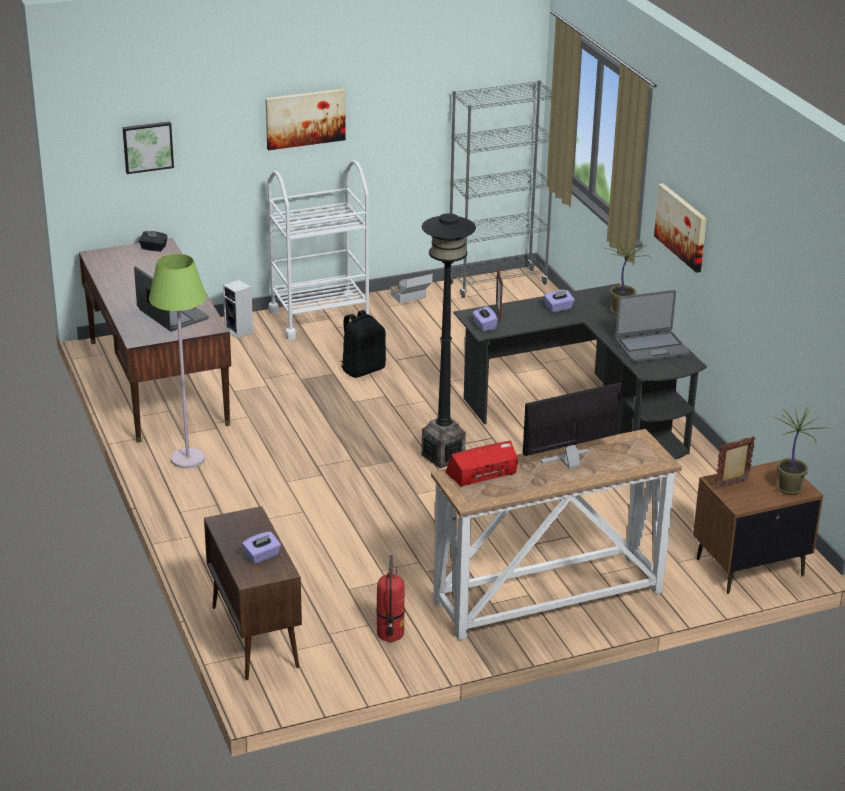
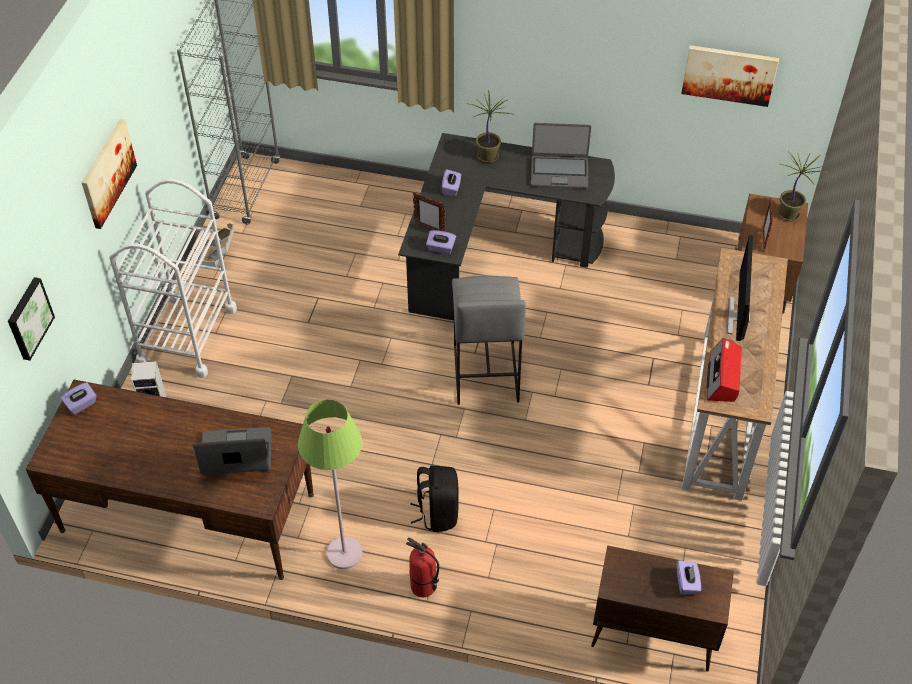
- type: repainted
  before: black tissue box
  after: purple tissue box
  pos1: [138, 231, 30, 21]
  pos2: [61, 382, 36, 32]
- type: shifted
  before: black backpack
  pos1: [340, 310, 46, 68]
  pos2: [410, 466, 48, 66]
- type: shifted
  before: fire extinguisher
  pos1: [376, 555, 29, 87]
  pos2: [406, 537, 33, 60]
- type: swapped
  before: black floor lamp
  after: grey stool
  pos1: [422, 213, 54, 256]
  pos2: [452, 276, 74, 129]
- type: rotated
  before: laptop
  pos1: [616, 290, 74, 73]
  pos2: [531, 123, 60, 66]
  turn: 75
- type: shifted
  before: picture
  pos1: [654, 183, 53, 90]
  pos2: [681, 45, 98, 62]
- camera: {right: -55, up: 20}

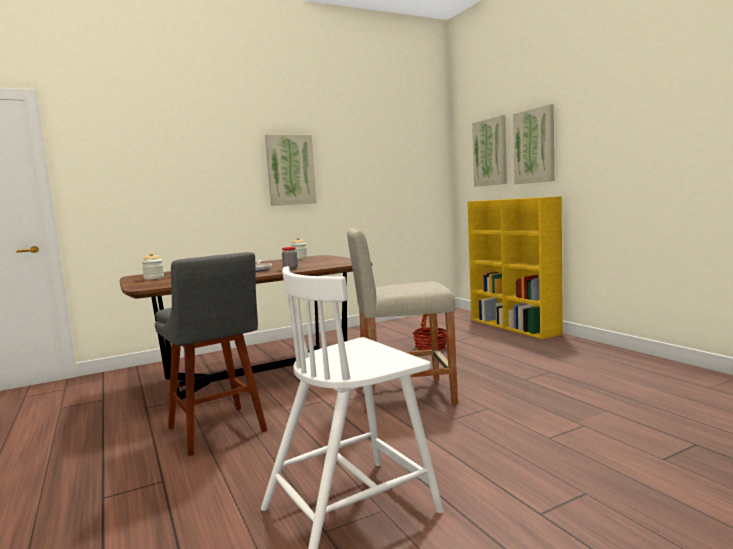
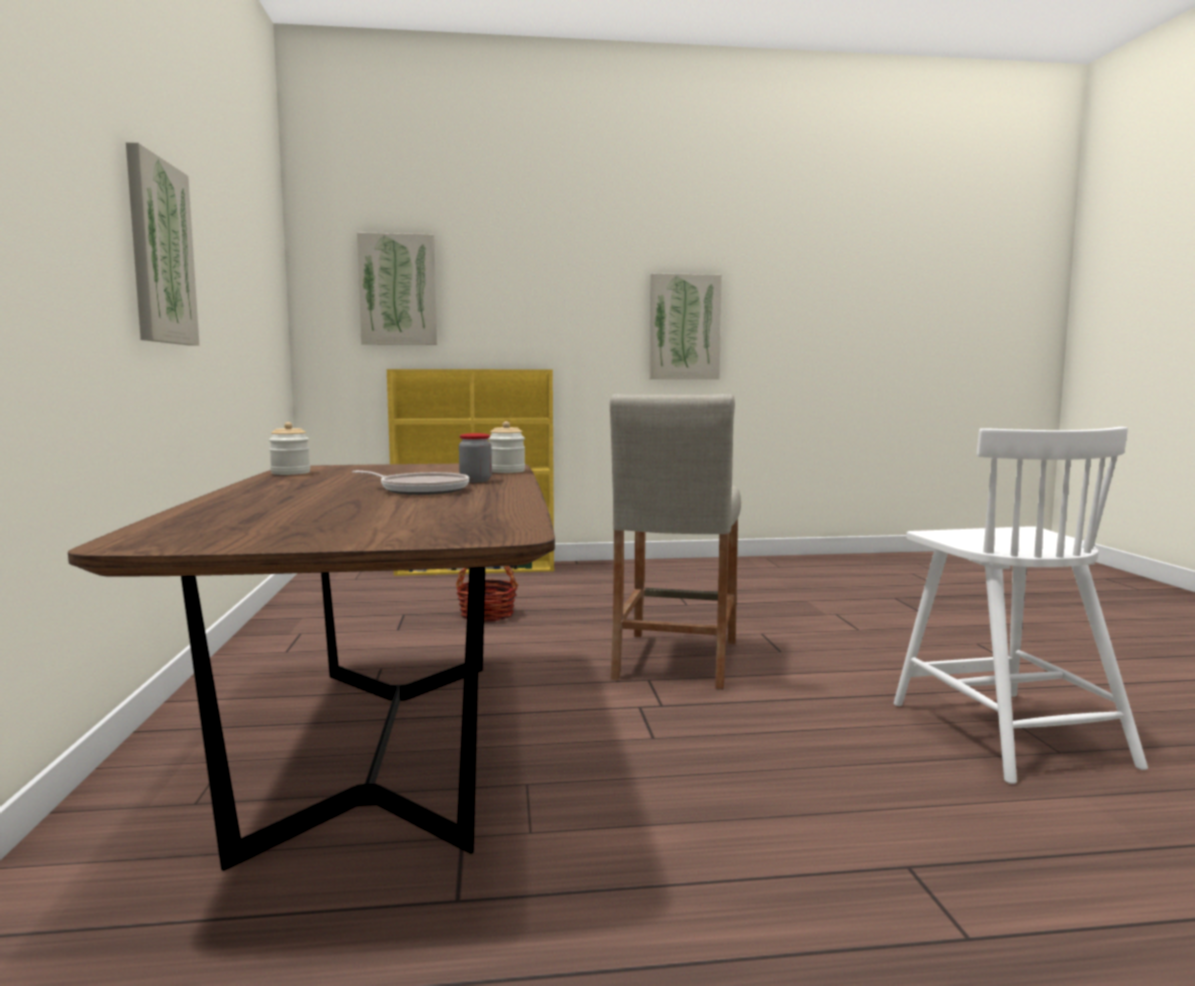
- type: shifted
  before: jar
  pos1: [142, 253, 22, 27]
  pos2: [488, 421, 37, 52]
- type: gone
  before: grey stool
  pos1: [155, 252, 113, 204]
- type: shifted
  before: picture
  pos1: [513, 104, 41, 80]
  pos2: [649, 273, 73, 106]
- camera: {right: -70, up: 0}

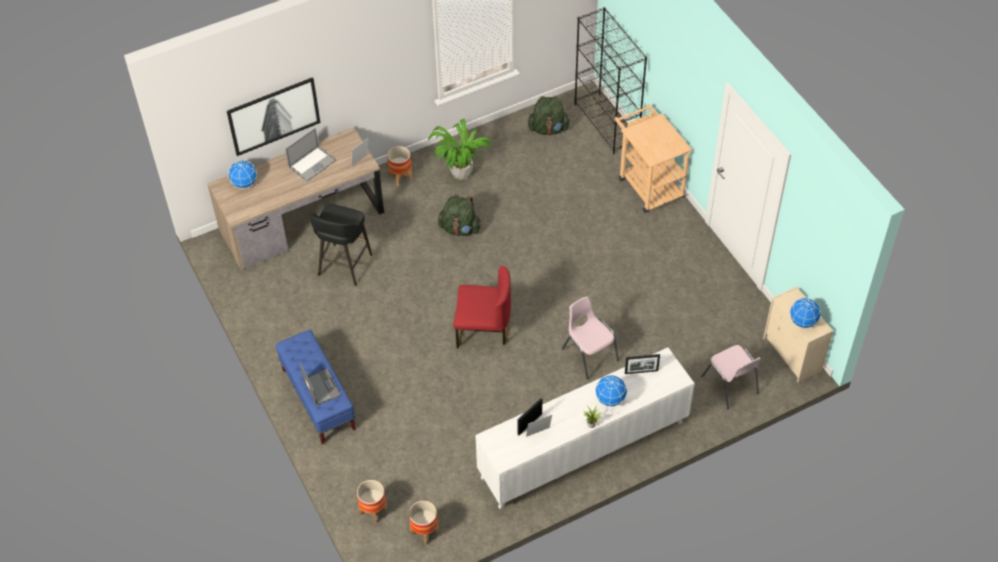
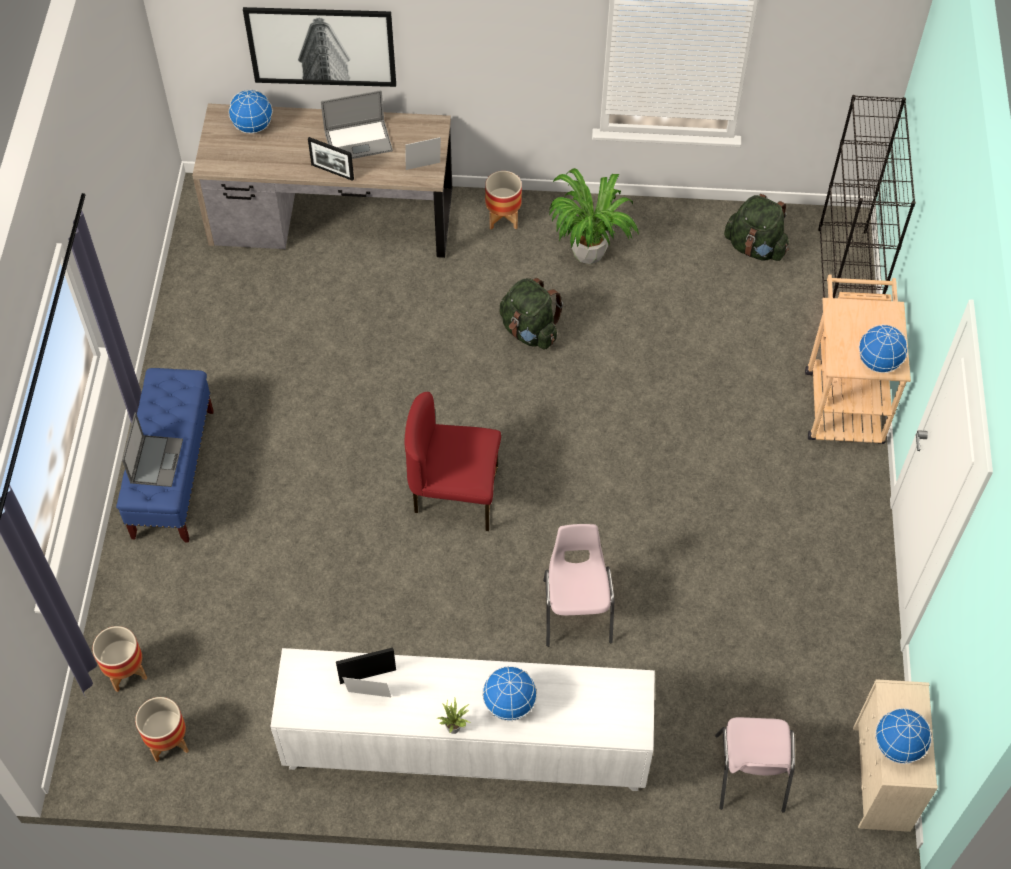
- type: gone
  before: black stool
  pos1: [310, 204, 62, 82]
- type: rotated
  before: red chair
  pos1: [453, 266, 58, 83]
  pos2: [405, 392, 96, 139]
  turn: 150
- type: shifted
  before: picture frame
  pos1: [625, 354, 35, 20]
  pos2: [308, 137, 46, 44]
- type: new
  after: globe
  pos2: [859, 325, 49, 48]
- camera: {right: 30, up: 5}

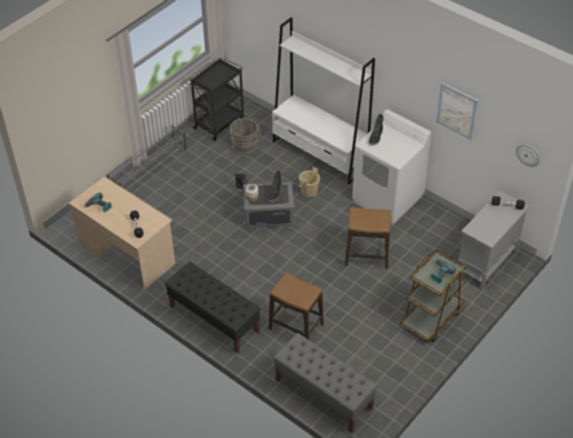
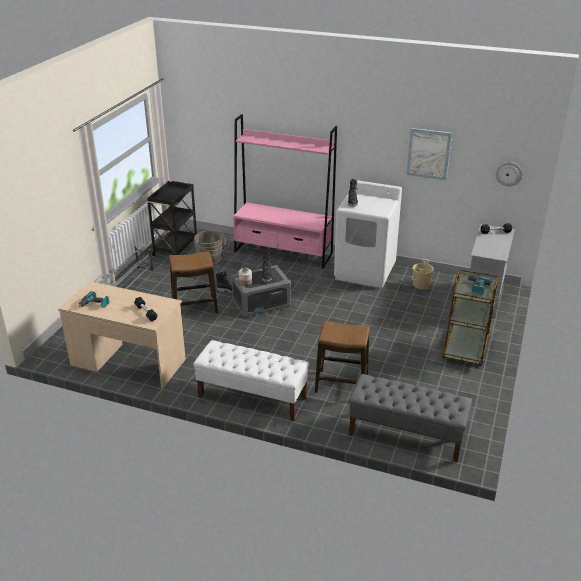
- type: repainted
  before: black bench
  after: white bench
  pos1: [165, 262, 96, 92]
  pos2: [193, 340, 116, 81]
- type: repainted
  before: white bookcase
  after: pink bookcase
  pos1: [272, 17, 103, 168]
  pos2: [233, 114, 104, 155]
- type: shifted
  before: beige bucket
  pos1: [299, 167, 21, 30]
  pos2: [412, 259, 22, 30]
- type: shifted
  before: stool
  pos1: [345, 207, 46, 62]
  pos2: [169, 251, 49, 63]
- camera: {right: -20, up: -15}

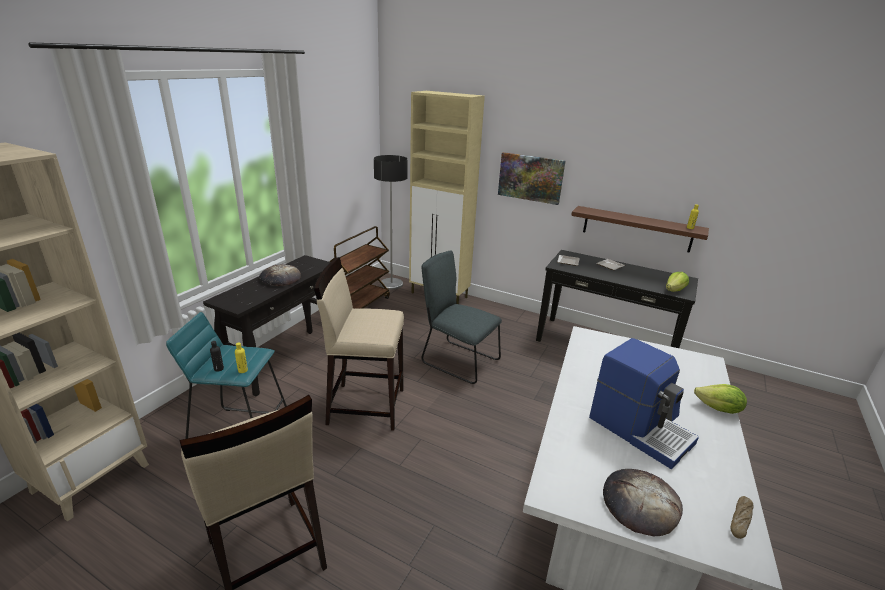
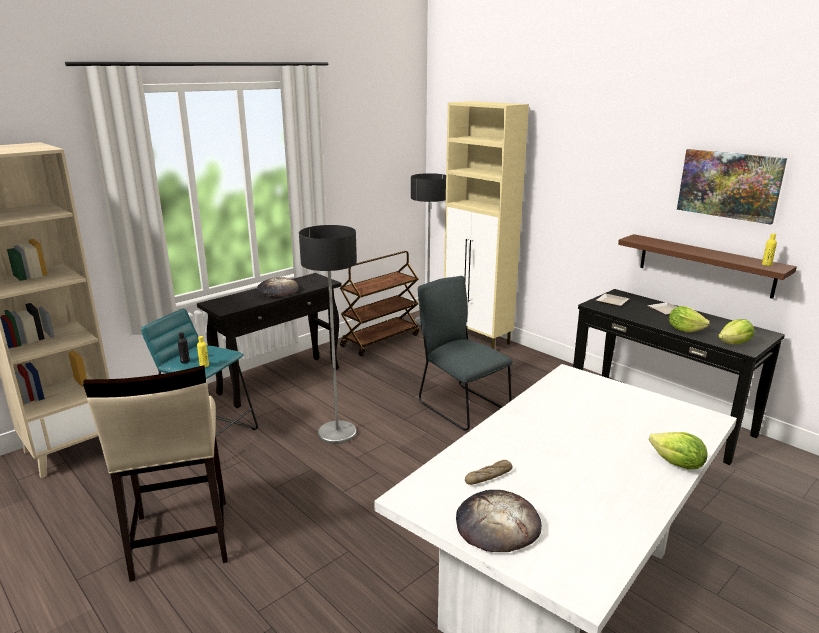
- type: swapped
  before: beige stool
  after: floor lamp
  pos1: [314, 257, 90, 174]
  pos2: [299, 225, 58, 219]
- type: shifted
  before: picture
  pos1: [498, 152, 68, 53]
  pos2: [677, 149, 110, 76]
- type: gone
  before: coffee machine
  pos1: [589, 338, 110, 131]
- type: shifted
  before: bread
  pos1: [730, 496, 24, 43]
  pos2: [465, 460, 48, 25]
- type: new
  after: lettuce
  pos2: [669, 306, 41, 26]
- camera: {right: 20, up: -5}

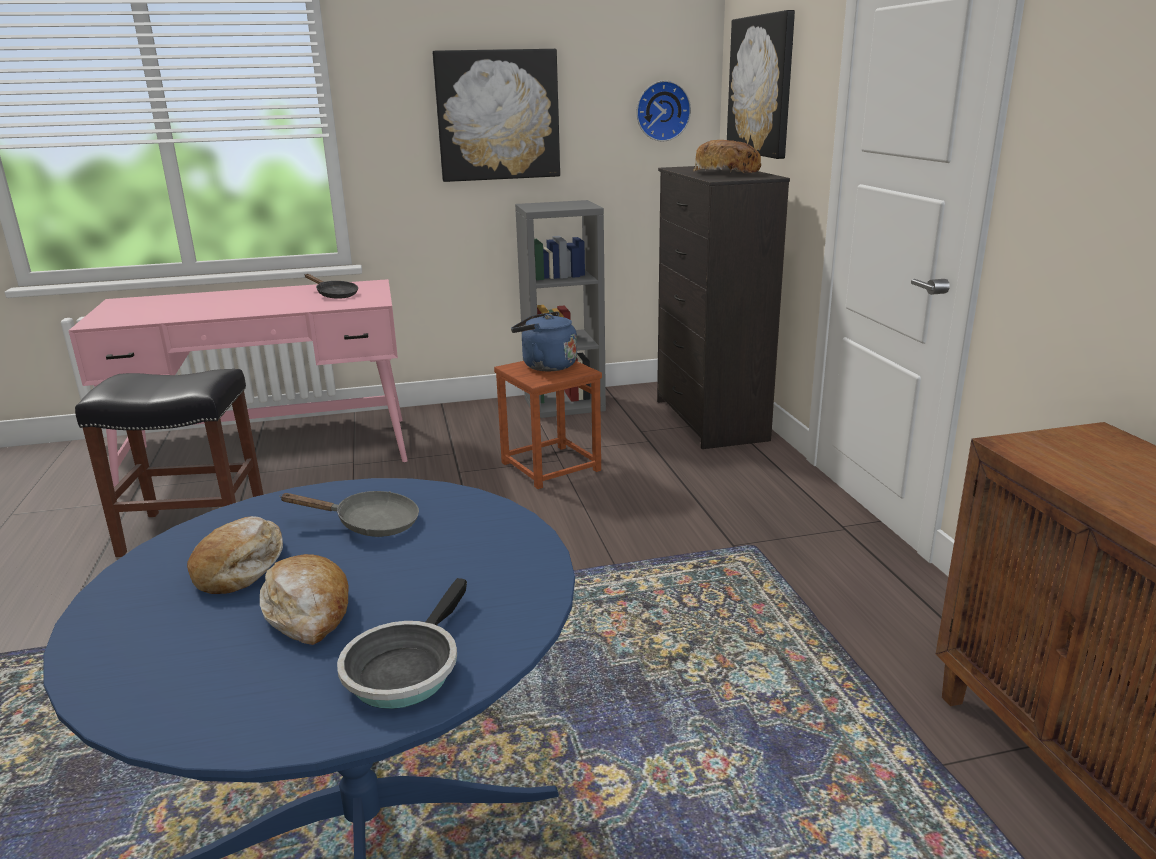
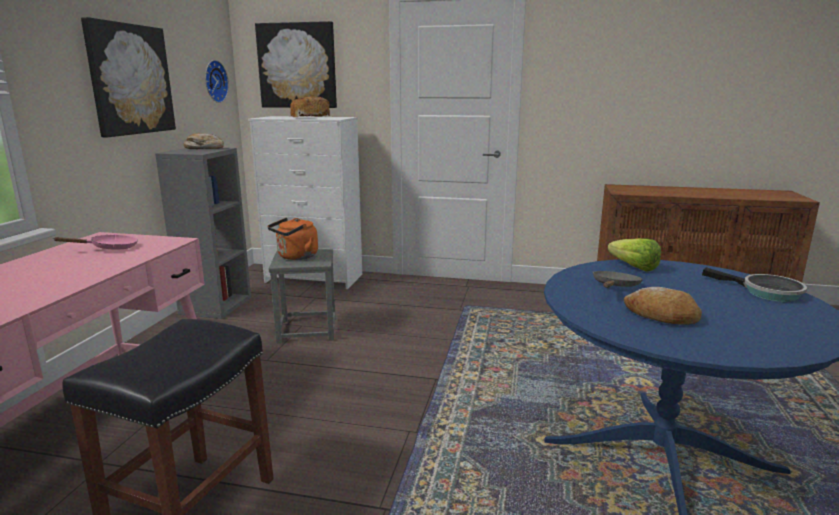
- type: shifted
  before: bread
  pos1: [260, 554, 89, 91]
  pos2: [184, 133, 40, 16]
- type: repainted
  before: black frying pan
  after: pink frying pan
  pos1: [305, 274, 53, 25]
  pos2: [54, 235, 84, 14]
- type: repainted
  before: brown stool
  after: grey stool
  pos1: [494, 361, 108, 128]
  pos2: [269, 249, 67, 94]
- type: repainted
  before: blue kettle
  after: orange kettle
  pos1: [511, 311, 66, 60]
  pos2: [268, 218, 50, 42]
- type: repainted
  before: black dresser
  after: white dresser
  pos1: [657, 166, 133, 283]
  pos2: [248, 116, 114, 173]
- type: new
  after: lettuce
  pos2: [608, 238, 53, 34]
- camera: {right: -65, up: -5}

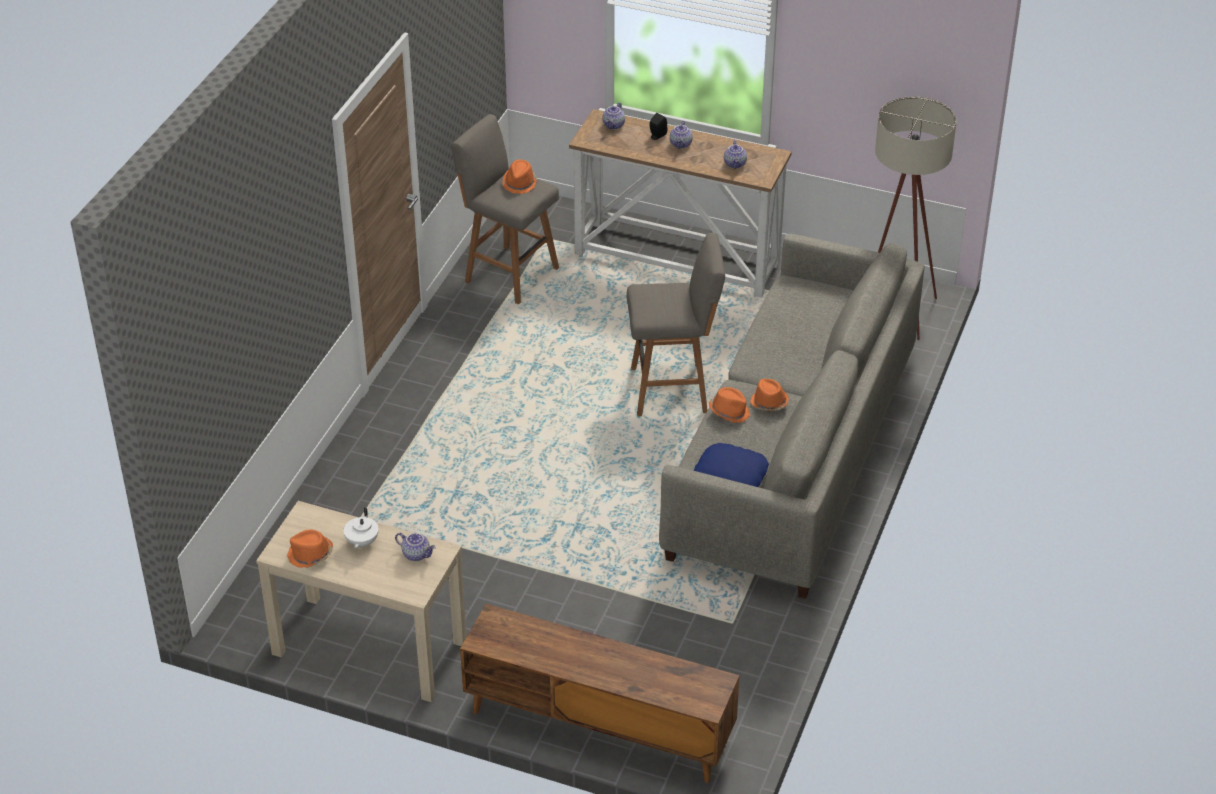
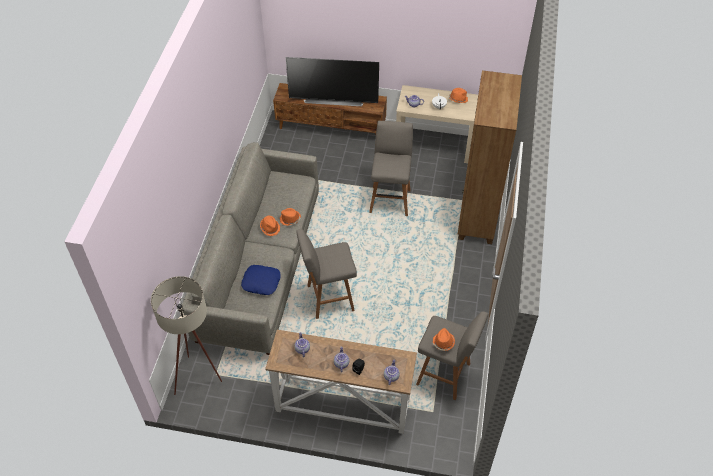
- type: shifted
  before: blue pillow
  pos1: [694, 443, 75, 44]
  pos2: [241, 265, 40, 30]
- type: new
  after: television
  pos2: [286, 57, 93, 49]
- type: new
  after: grey stool
  pos2: [369, 121, 44, 95]
- type: new
  after: brown bookcase
  pos2: [458, 70, 64, 174]
- camera: {right: 170, up: 10}

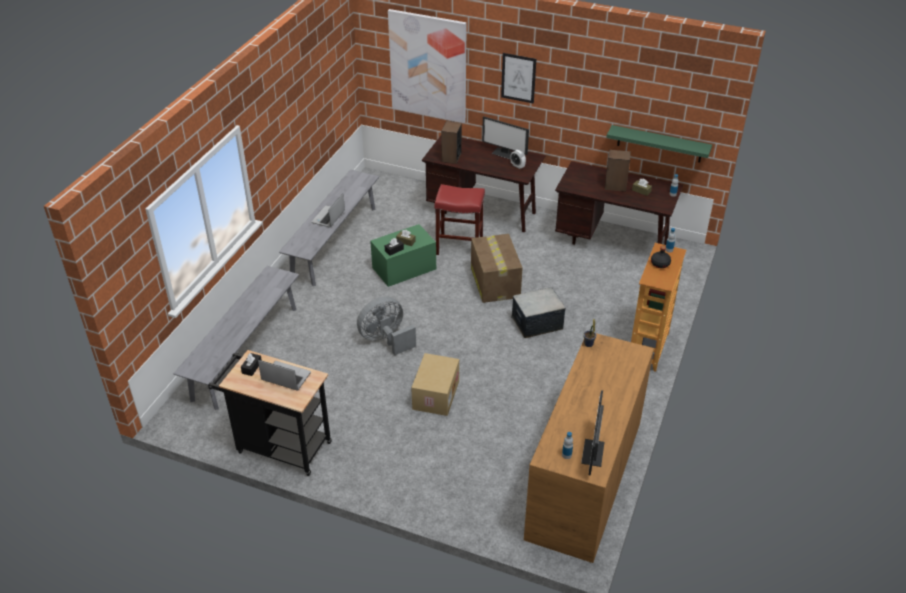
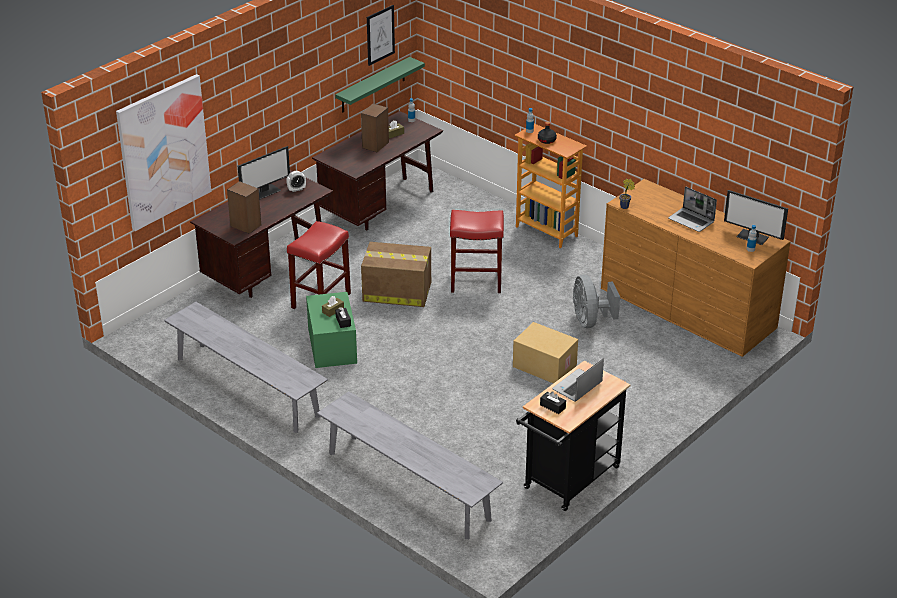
- type: shifted
  before: laptop
  pos1: [311, 193, 34, 35]
  pos2: [668, 186, 49, 46]
- type: shifted
  before: grey fan
  pos1: [357, 296, 59, 59]
  pos2: [573, 275, 47, 53]
- type: shifted
  before: picture
  pos1: [501, 53, 35, 50]
  pos2: [367, 5, 28, 61]
- type: swapped
  before: storage box
  after: red stool
  pos1: [511, 287, 55, 51]
  pos2: [450, 210, 54, 83]
- camera: {right: -70, up: -5}

